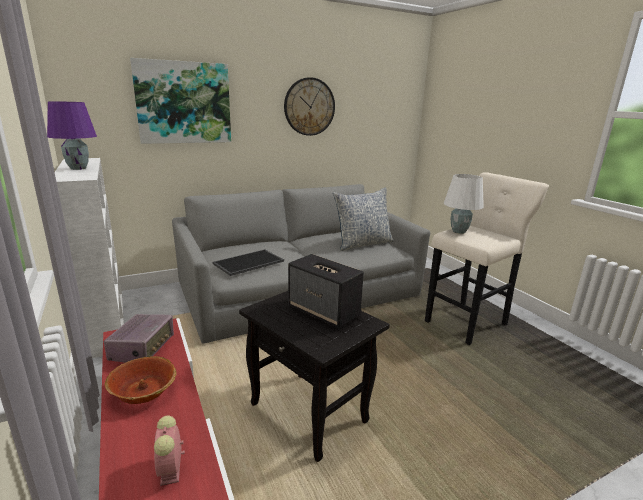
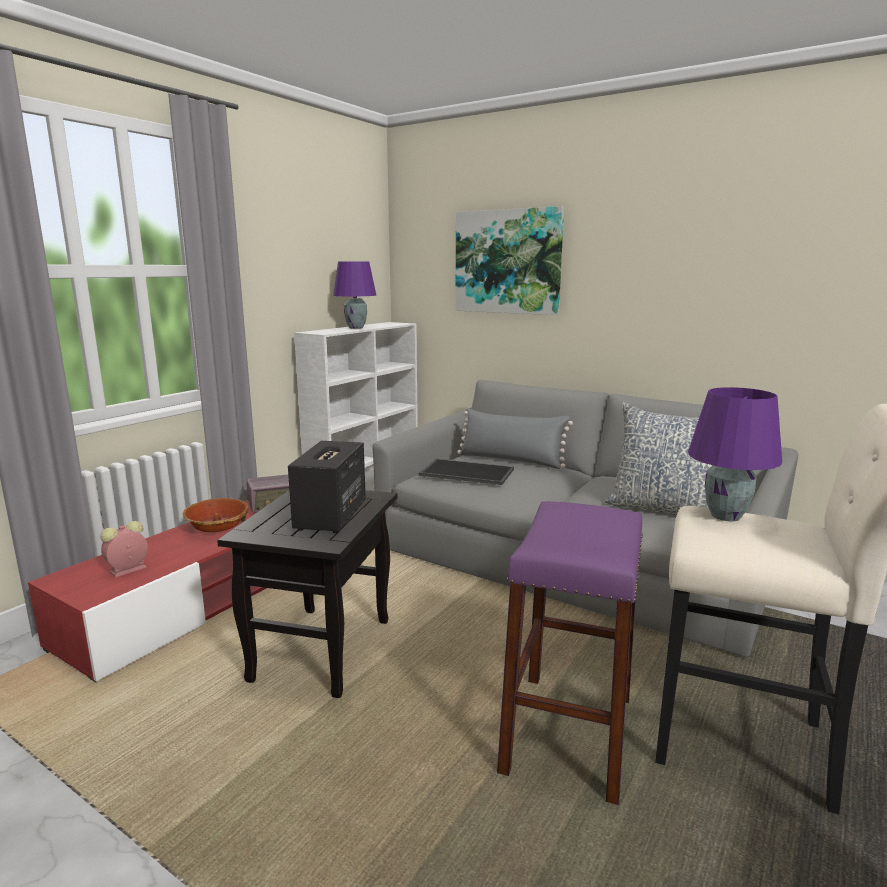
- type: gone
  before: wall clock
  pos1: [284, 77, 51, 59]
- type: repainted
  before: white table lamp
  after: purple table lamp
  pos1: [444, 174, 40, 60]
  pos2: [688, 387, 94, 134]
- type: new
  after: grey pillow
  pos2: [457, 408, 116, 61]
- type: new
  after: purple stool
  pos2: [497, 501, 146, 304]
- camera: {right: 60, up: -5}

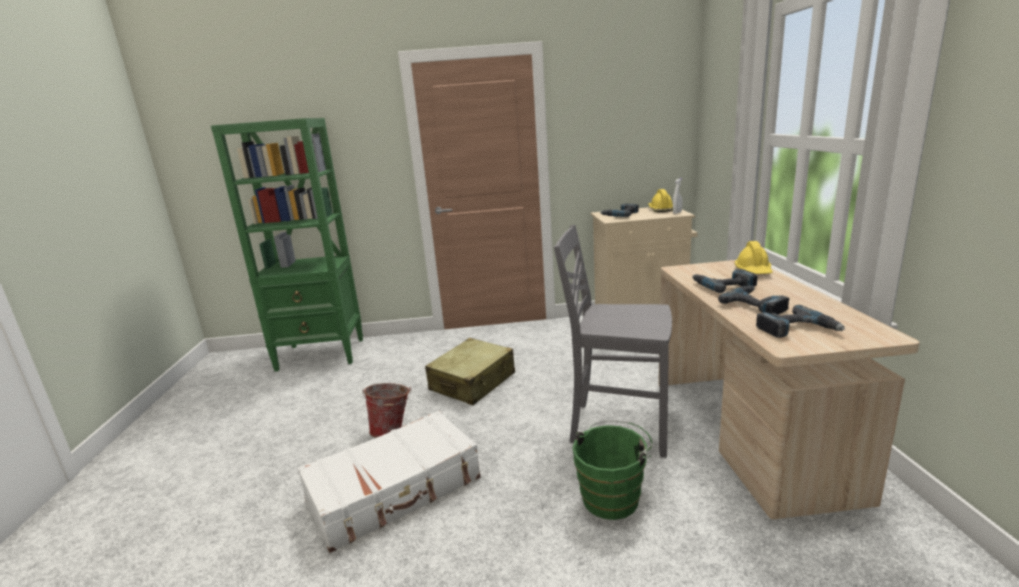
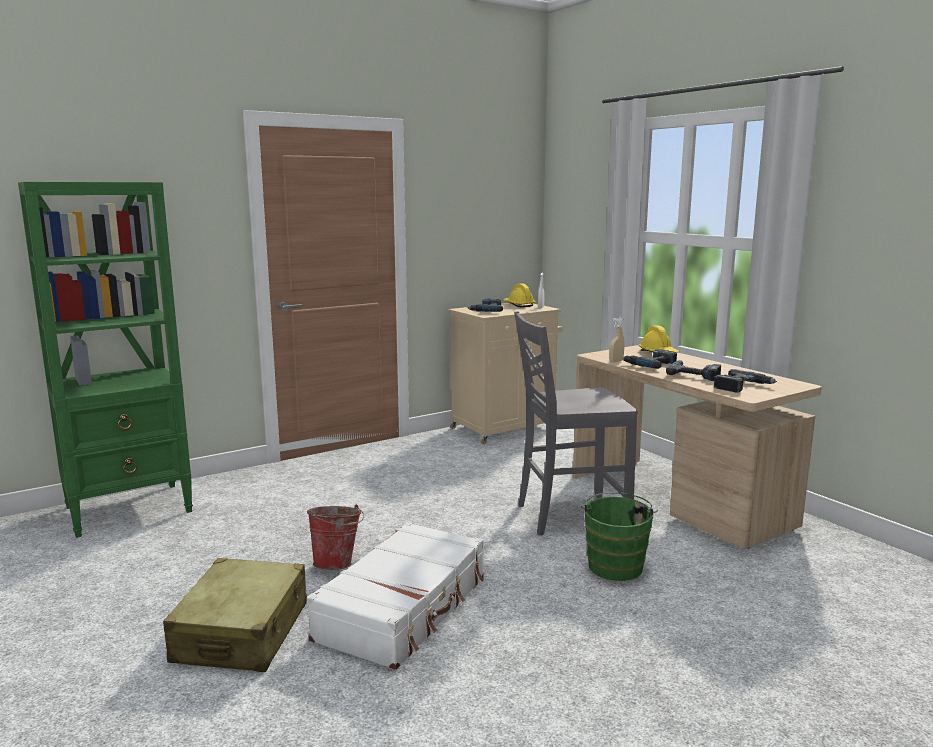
- type: shifted
  before: beige suitcase
  pos1: [425, 338, 90, 67]
  pos2: [163, 558, 144, 114]
- type: new
  after: beige spray bottle
  pos2: [609, 318, 16, 44]
- camera: {right: -30, up: -5}

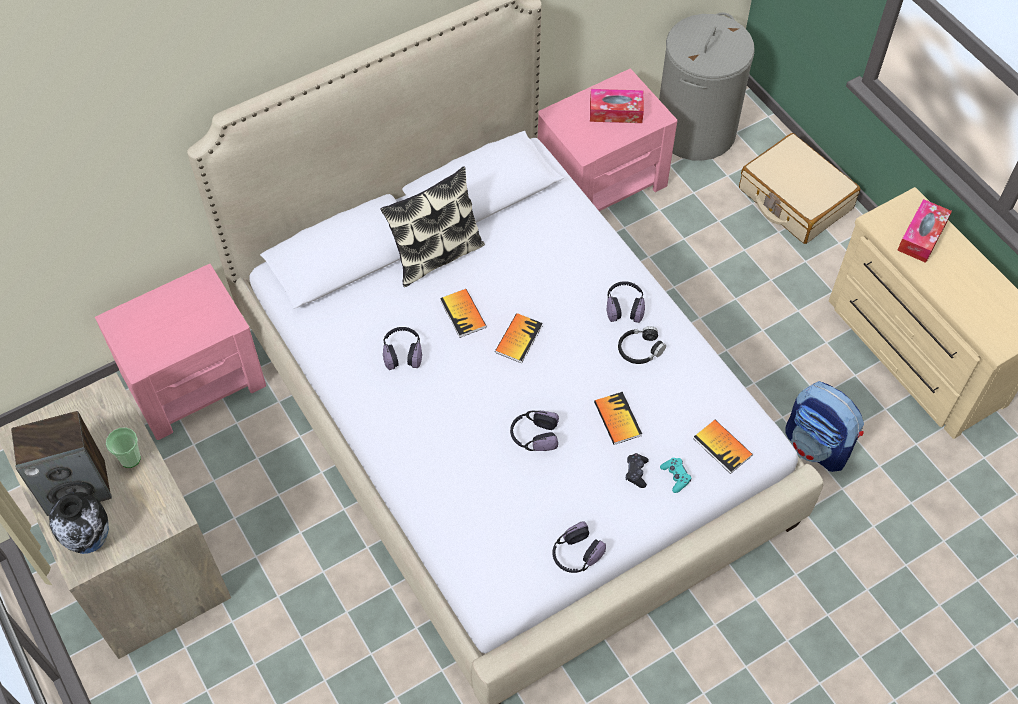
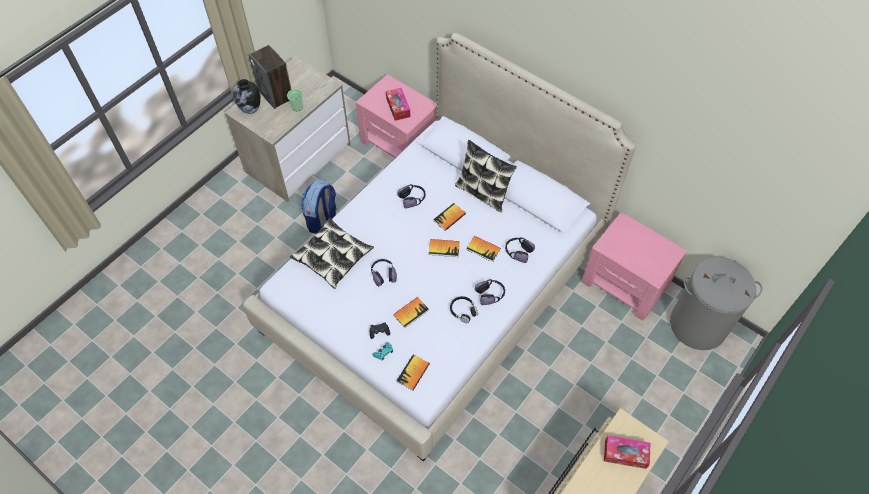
- type: shifted
  before: headphones
  pos1: [552, 521, 54, 52]
  pos2: [505, 237, 30, 26]
- type: shifted
  before: tissue box
  pos1: [590, 89, 54, 34]
  pos2: [386, 88, 24, 33]
- type: gone
  before: beige suitcase
  pos1: [739, 133, 121, 111]
- type: shifted
  before: backpack
  pos1: [785, 381, 79, 91]
  pos2: [300, 179, 36, 55]
- type: new
  after: pillow
  pos2: [290, 218, 84, 71]
- type: new
  after: book
  pos2: [466, 236, 35, 26]
- camera: {right: 70, up: 0}

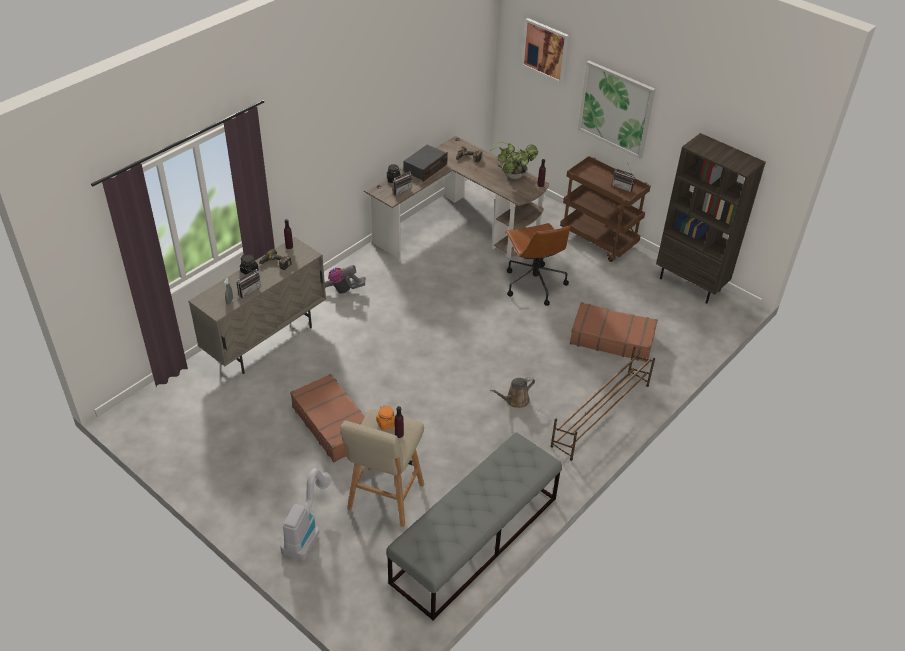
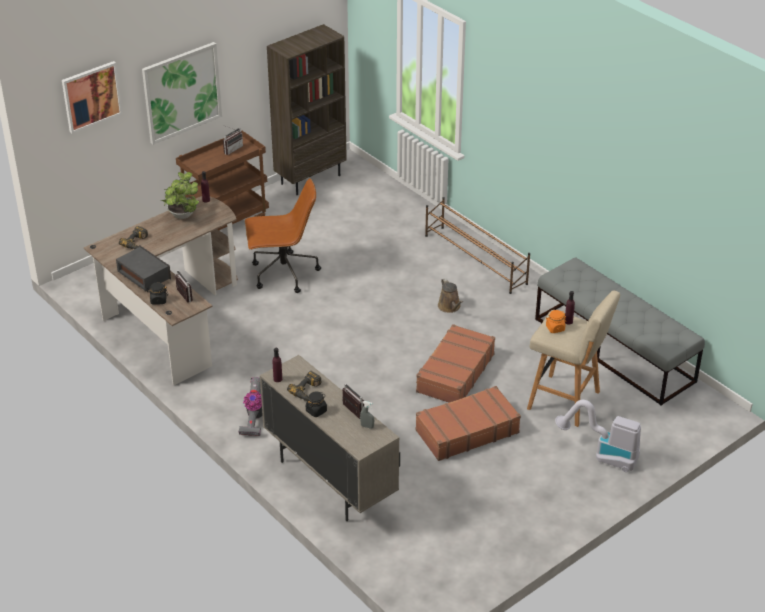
- type: shifted
  before: brown suitcase
  pos1: [570, 302, 88, 60]
  pos2: [416, 324, 79, 78]
- camera: {right: -80, up: -5}

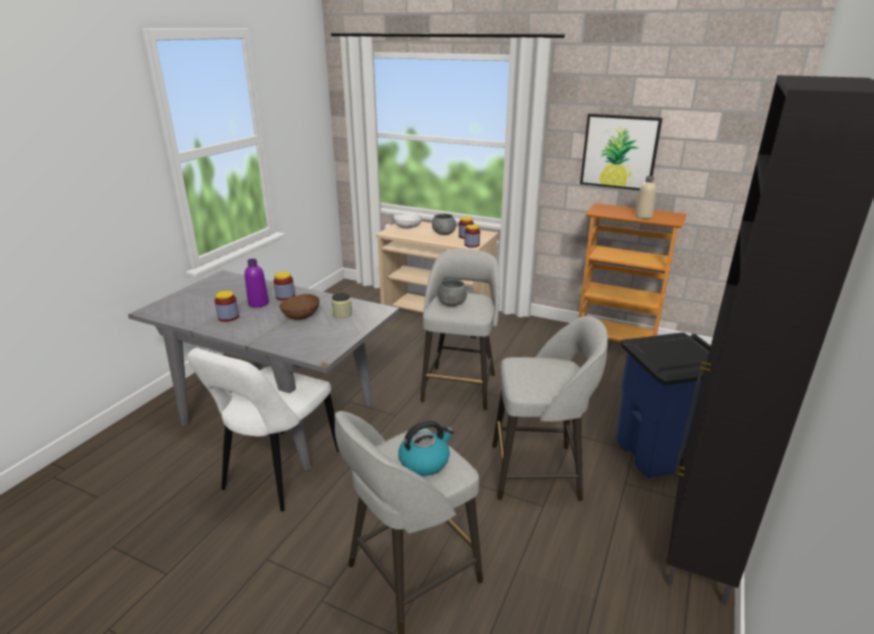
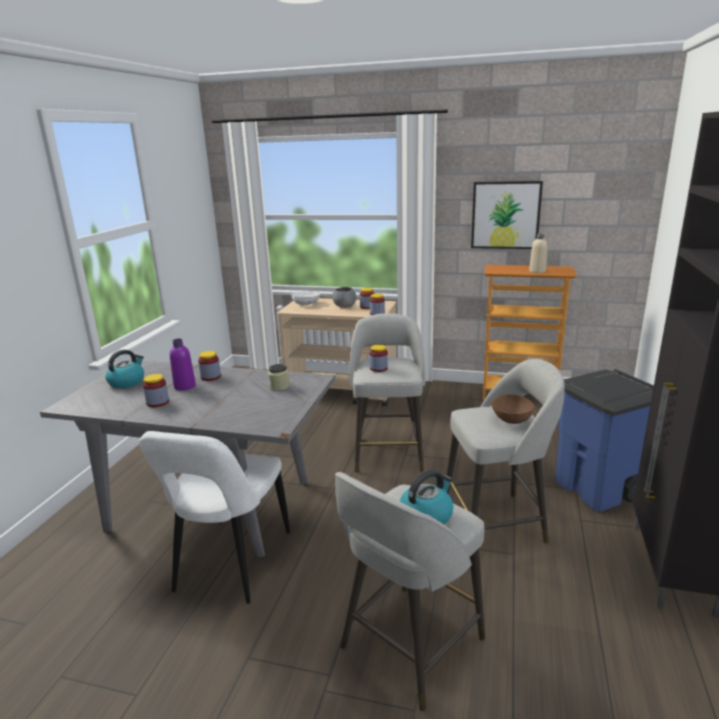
- type: shifted
  before: brown bowl
  pos1: [279, 294, 41, 26]
  pos2: [491, 394, 43, 30]
- type: swapped
  before: grey bowl
  after: jar
  pos1: [437, 279, 30, 28]
  pos2: [369, 345, 19, 27]
- type: new
  after: kettle
  pos2: [106, 350, 38, 38]
- camera: {right: -10, up: -5}

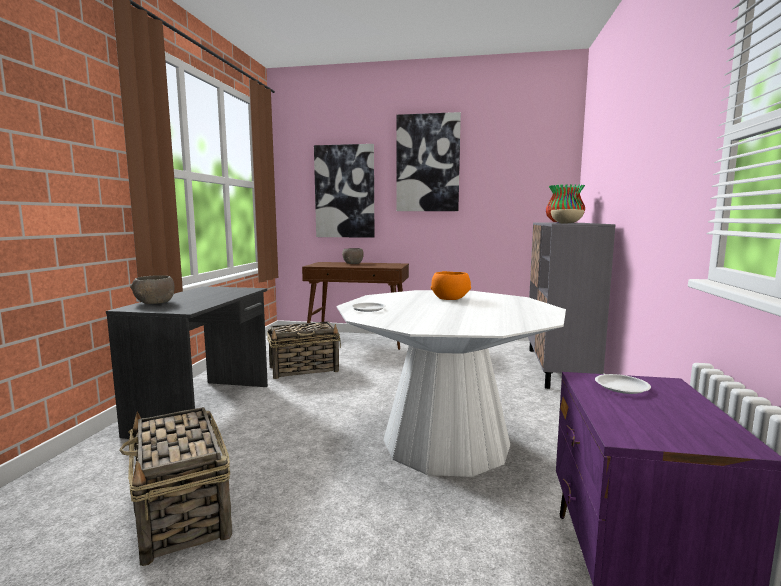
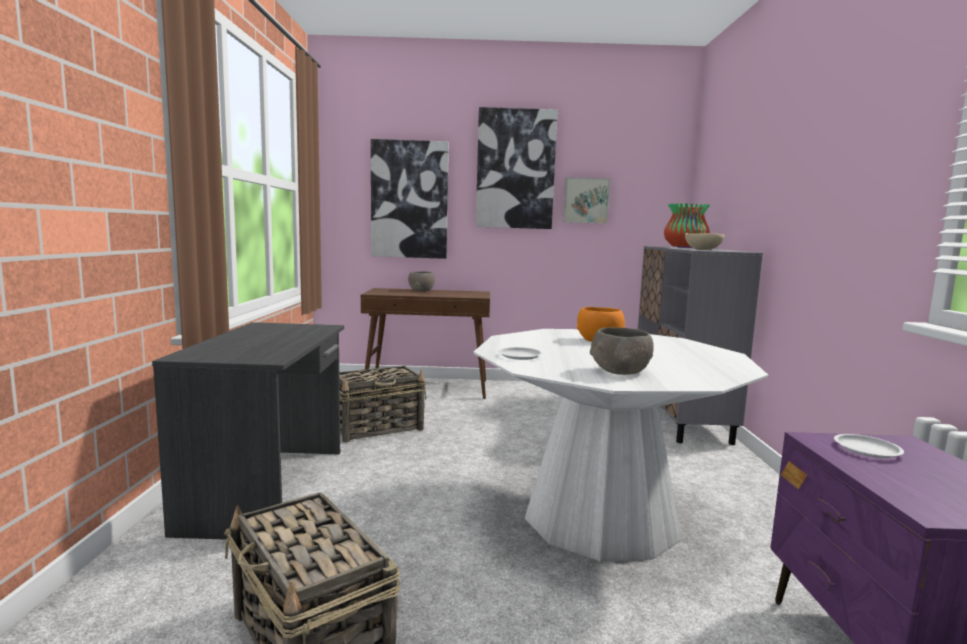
- type: shifted
  before: grey bowl
  pos1: [130, 276, 45, 28]
  pos2: [590, 327, 64, 48]
- type: new
  after: picture
  pos2: [563, 177, 47, 46]
- camera: {right: -10, up: 0}

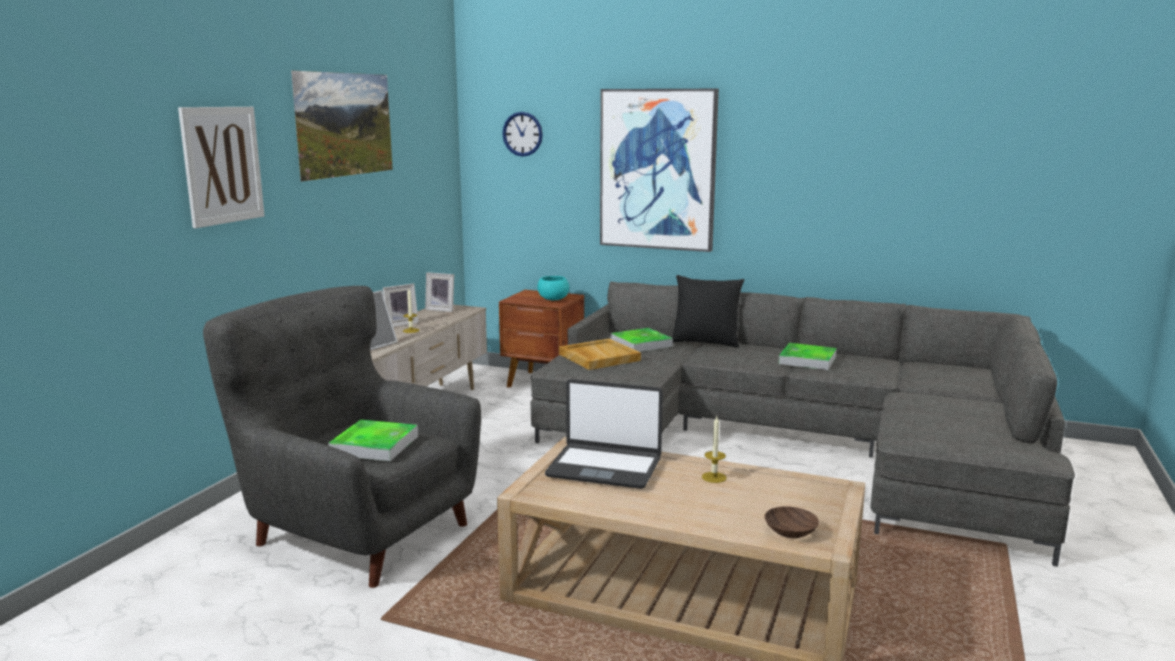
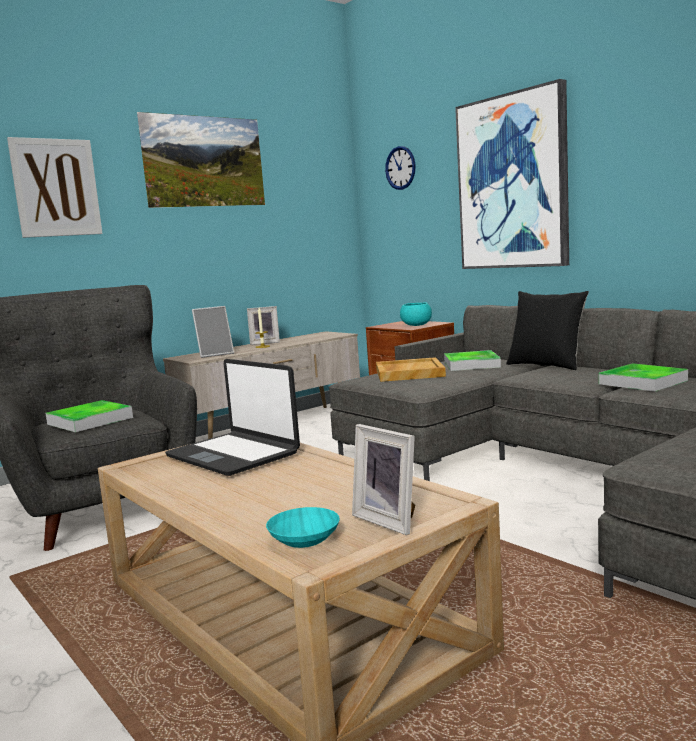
- type: shifted
  before: picture frame
  pos1: [425, 272, 29, 40]
  pos2: [352, 424, 63, 111]
- type: gone
  before: candle
  pos1: [702, 416, 25, 67]
- type: repainted
  before: brown bowl
  after: turquoise bowl
  pos1: [765, 506, 54, 32]
  pos2: [266, 507, 74, 41]
- camera: {right: 30, up: -5}

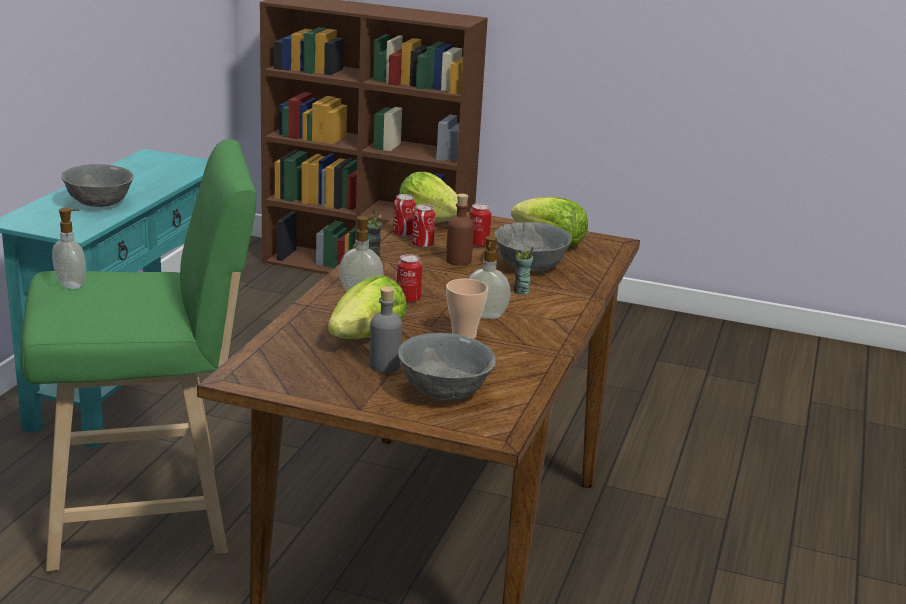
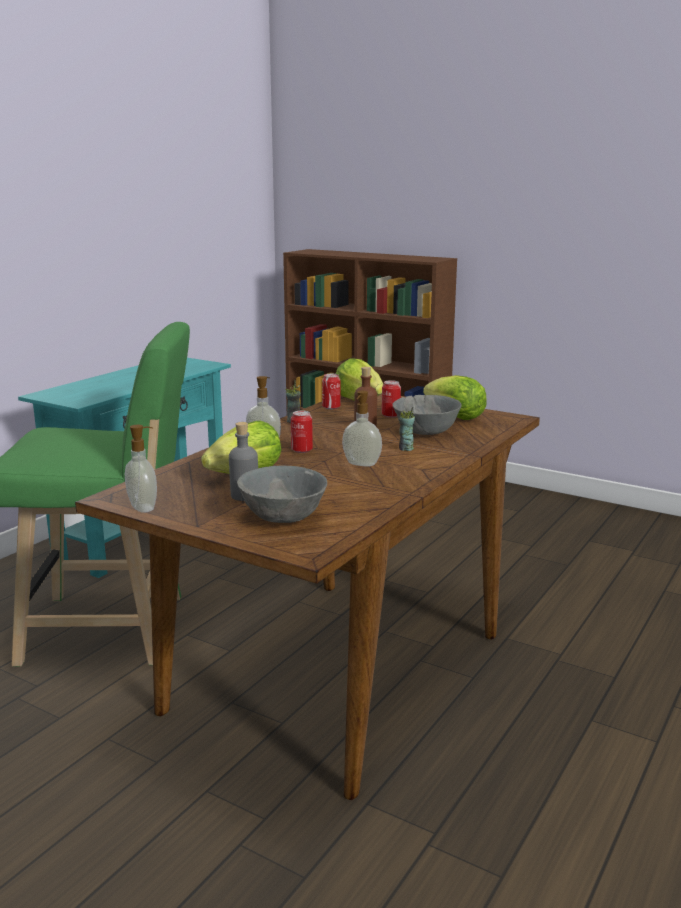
- type: shifted
  before: soap dispenser
  pos1: [52, 208, 34, 81]
  pos2: [125, 425, 32, 88]
- type: gone
  before: grey bowl
  pos1: [61, 164, 73, 43]
- type: gone
  before: can
  pos1: [412, 204, 23, 44]
- type: gone
  before: cup
  pos1: [446, 279, 42, 60]
- camera: {right: 15, up: -5}

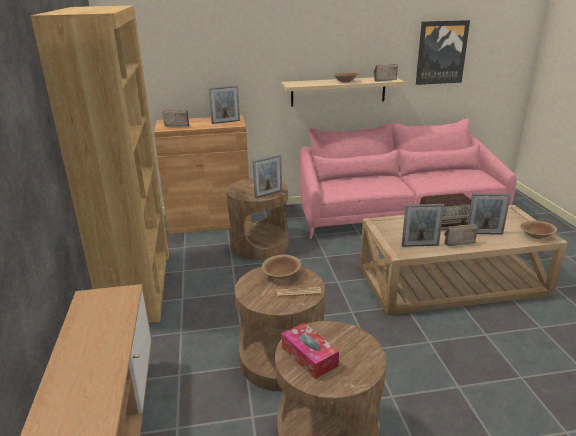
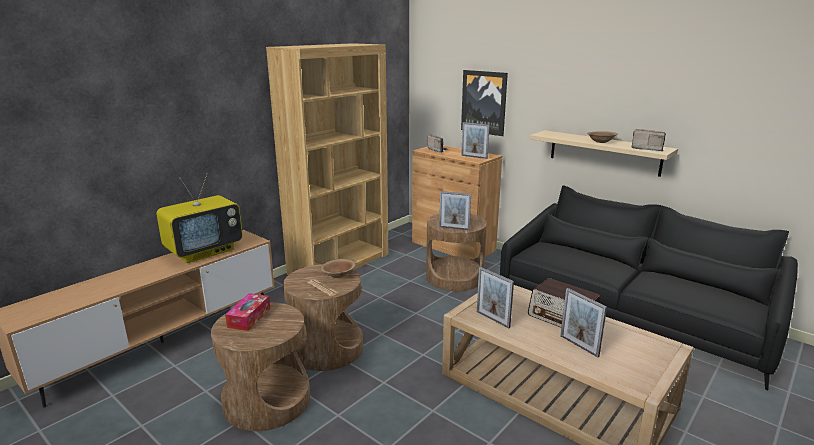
- type: repainted
  before: pink sofa
  after: black sofa
  pos1: [300, 119, 217, 120]
  pos2: [500, 185, 298, 205]
- type: shifted
  before: picture
  pos1: [416, 20, 54, 65]
  pos2: [461, 70, 47, 66]
- type: gone
  before: radio
  pos1: [444, 224, 34, 22]
- type: gone
  before: brown bowl
  pos1: [520, 220, 37, 19]
- type: new
  after: television
  pos2: [156, 173, 87, 90]
- camera: {right: 50, up: -5}

